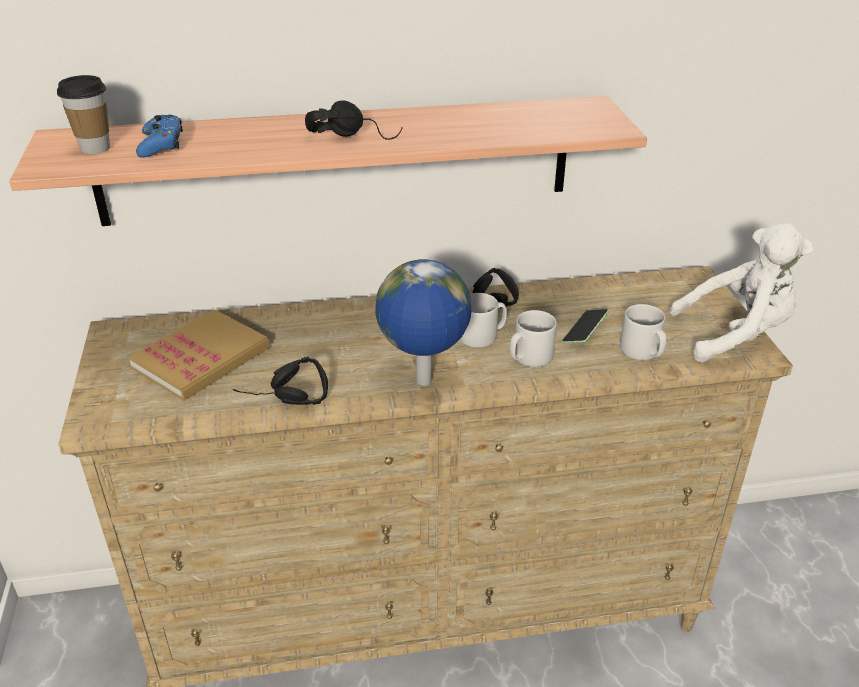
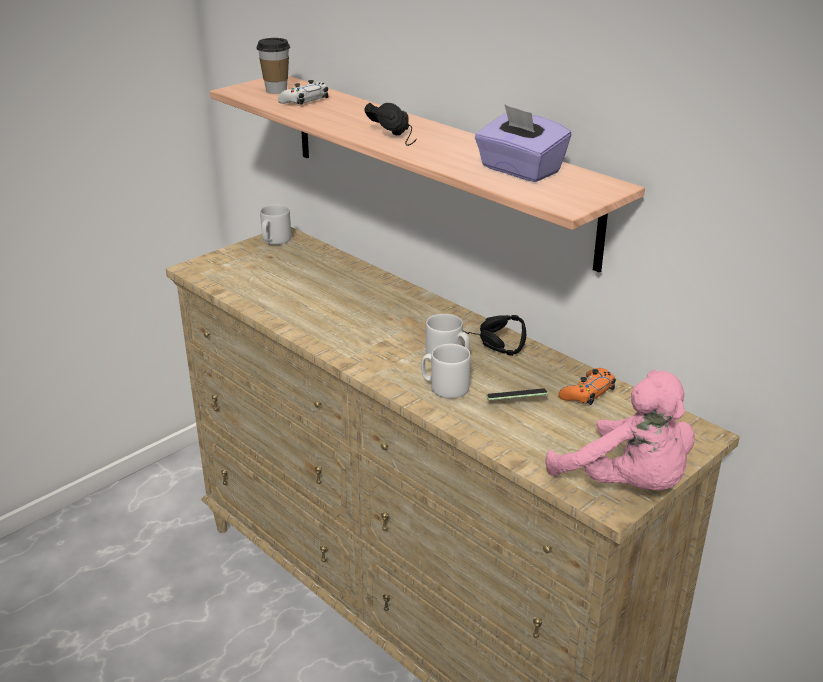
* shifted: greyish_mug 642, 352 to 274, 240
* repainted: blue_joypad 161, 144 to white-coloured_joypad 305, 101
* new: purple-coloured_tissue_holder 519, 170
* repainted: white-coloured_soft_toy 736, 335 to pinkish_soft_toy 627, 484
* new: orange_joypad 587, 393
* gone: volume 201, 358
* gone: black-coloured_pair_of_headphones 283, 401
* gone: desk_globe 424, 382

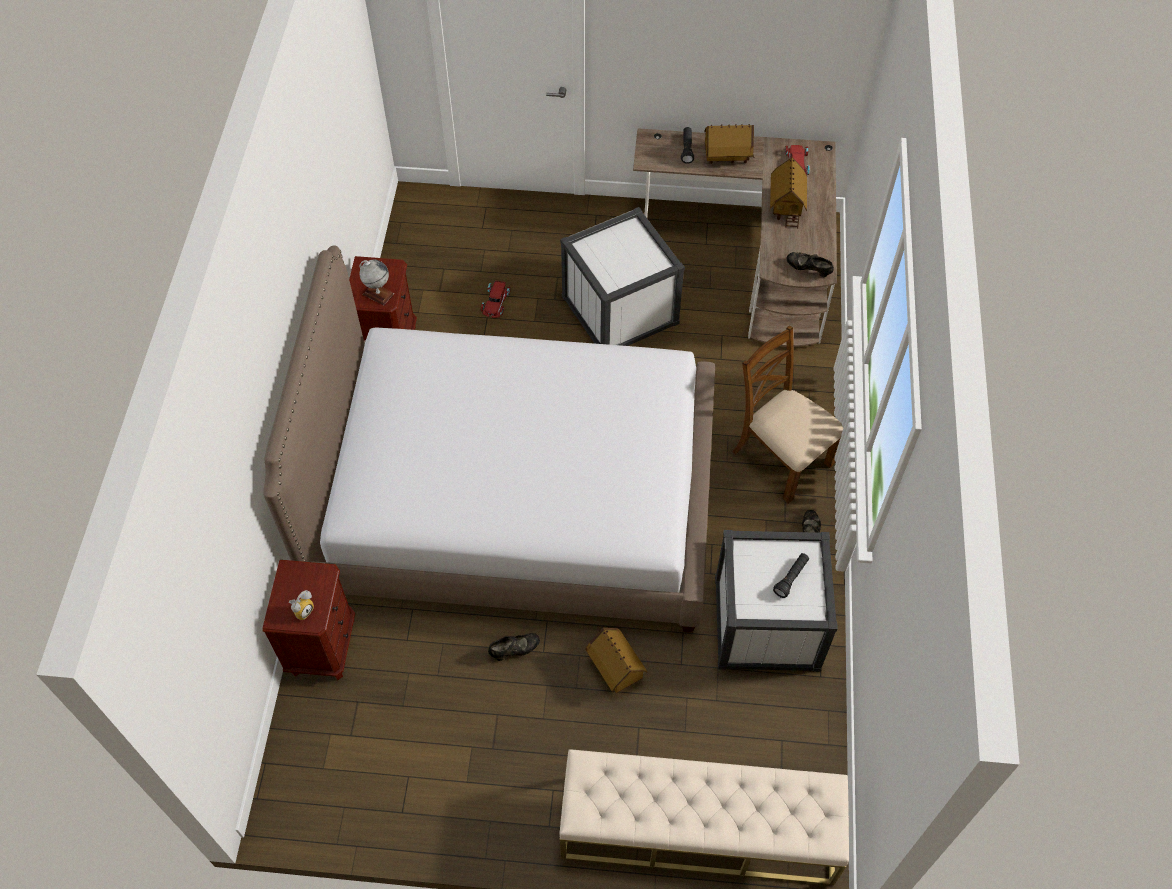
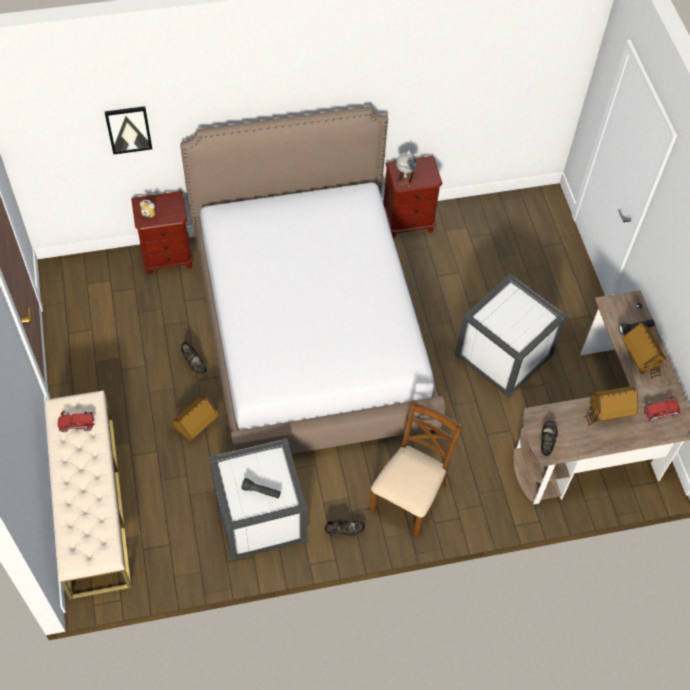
* shifted: reddish_miniature_car 495, 302 to 76, 422
* new: picture 128, 129

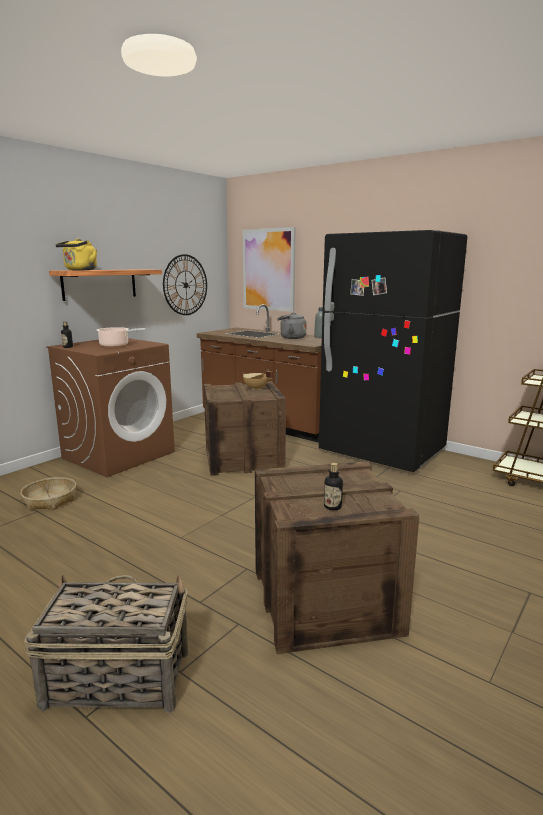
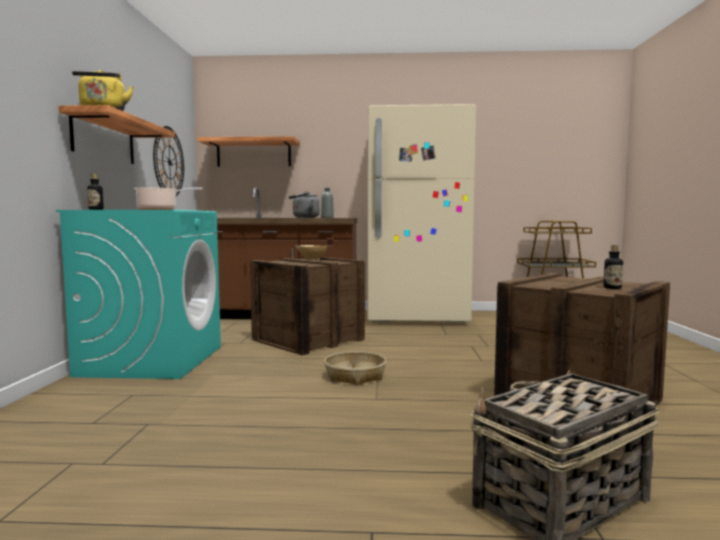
* repainted: brown_laundry_machine 119, 455 to turquoise_laundry_machine 152, 360
* swapped: picture 268, 269 to bracket_shelf 253, 153
* shifted: household_basket 50, 500 to 355, 376
* repainted: black-coloured_refrigerator 382, 452 to sand-coloured_refrigerator 416, 318

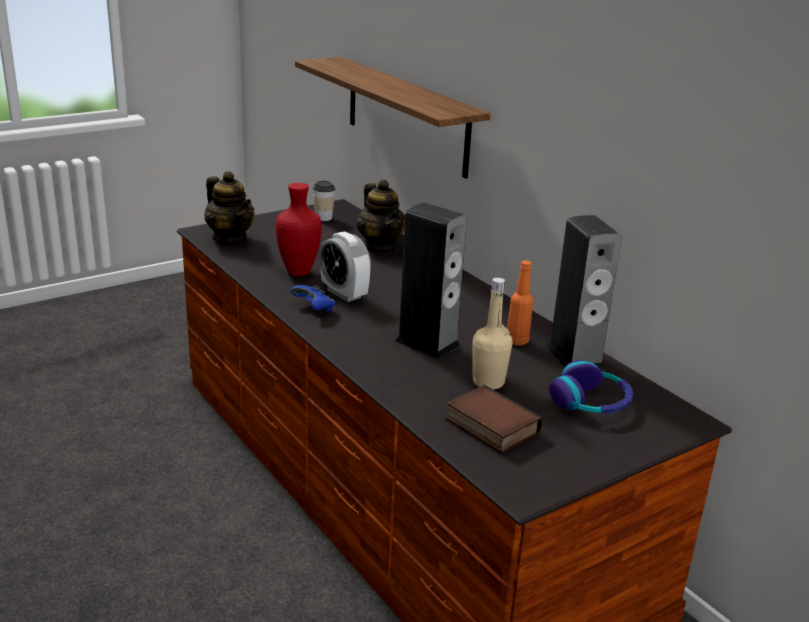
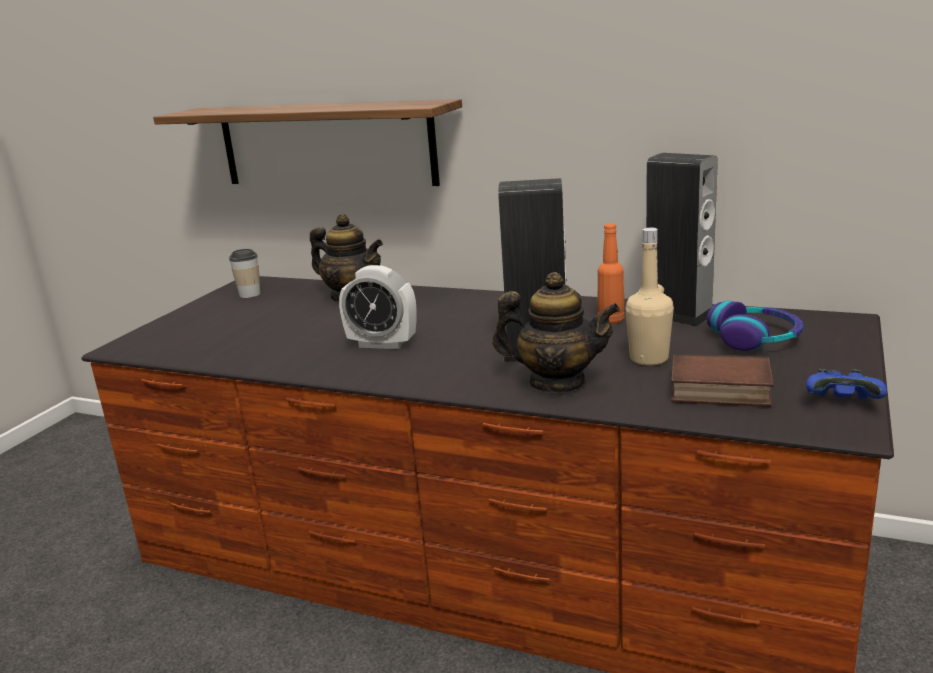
* shifted: pot_for_tea 230, 239 to 557, 382
* shifted: blue_joypad 314, 309 to 843, 403
* gone: reddish_decorative_vase 299, 273

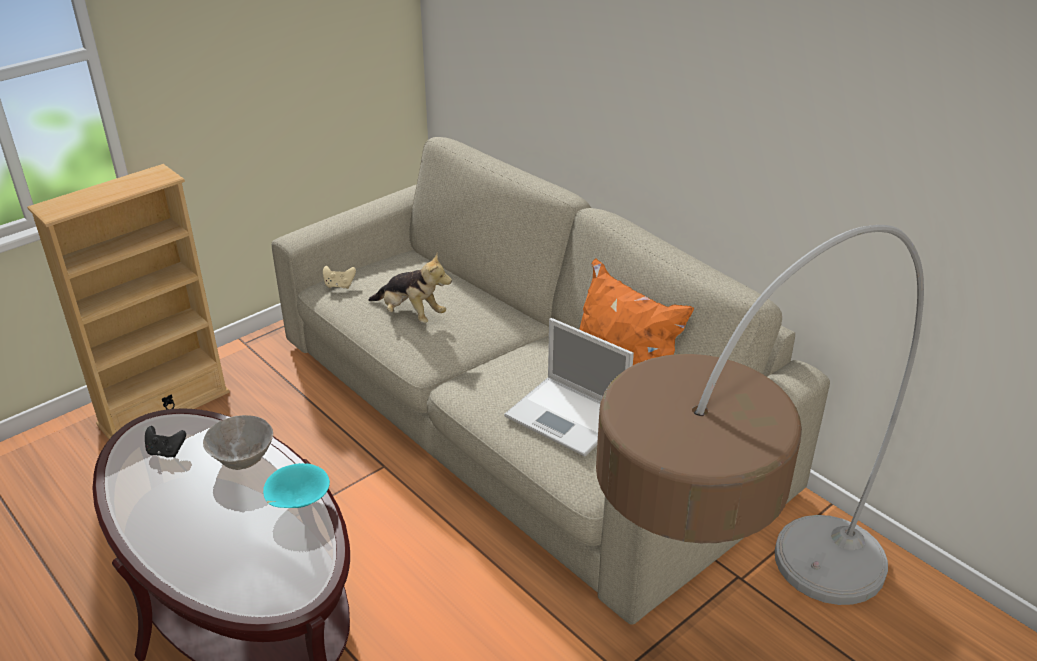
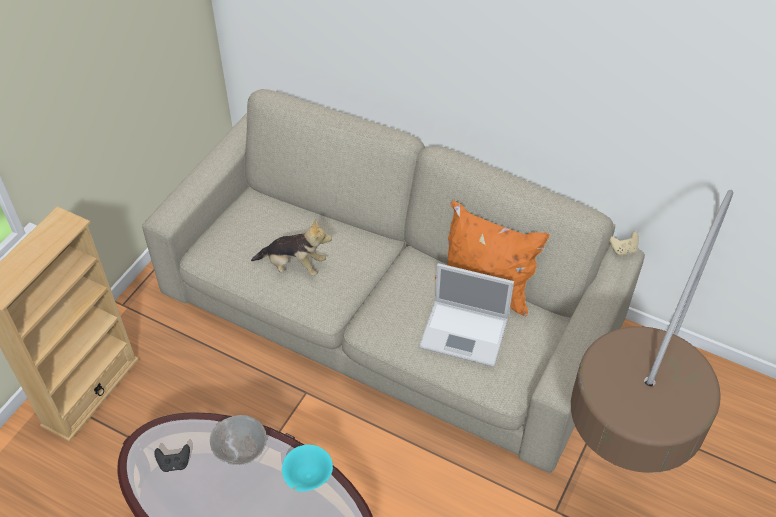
* shifted: sand-coloured_joypad 339, 285 to 623, 250

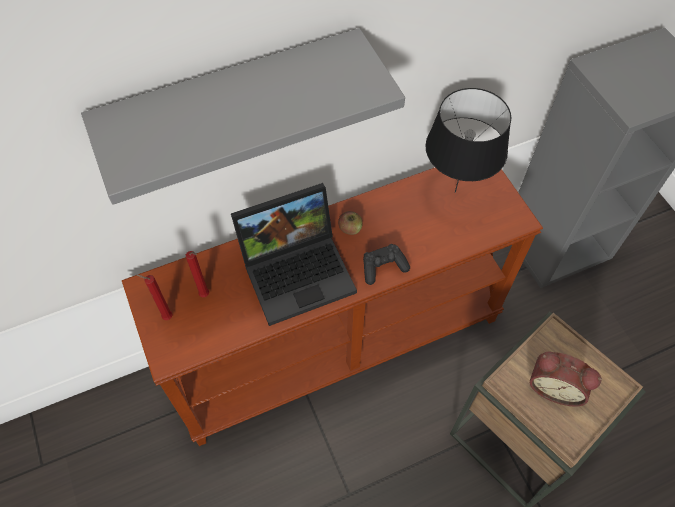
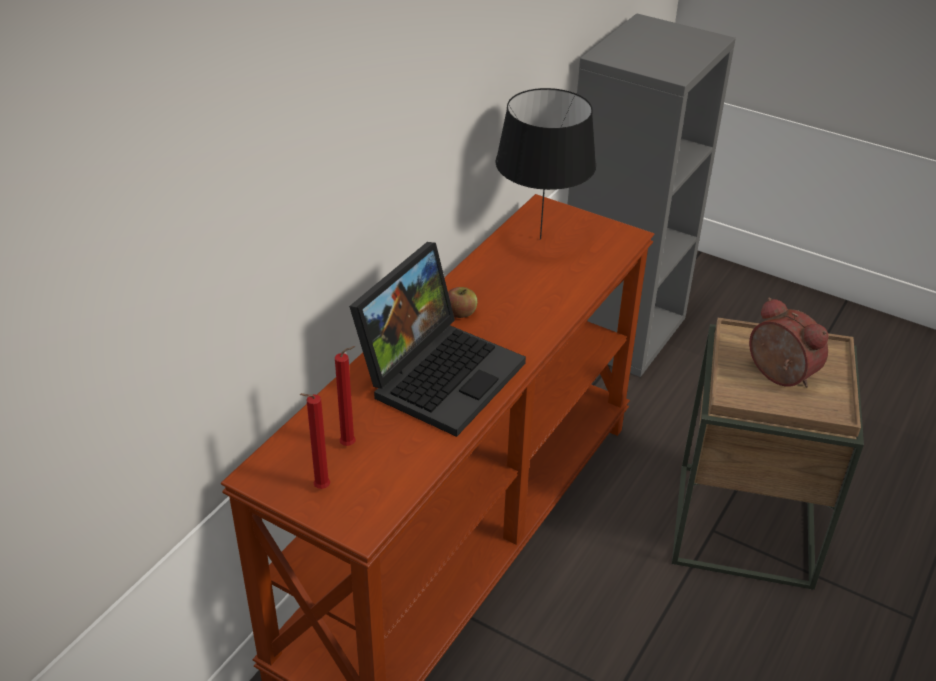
* rotated: alarm_clock 555, 386 = 778, 376 120 degrees counterclockwise
* gone: greyish_bracket_shelf 232, 101
* gone: black-coloured_joypad 383, 267

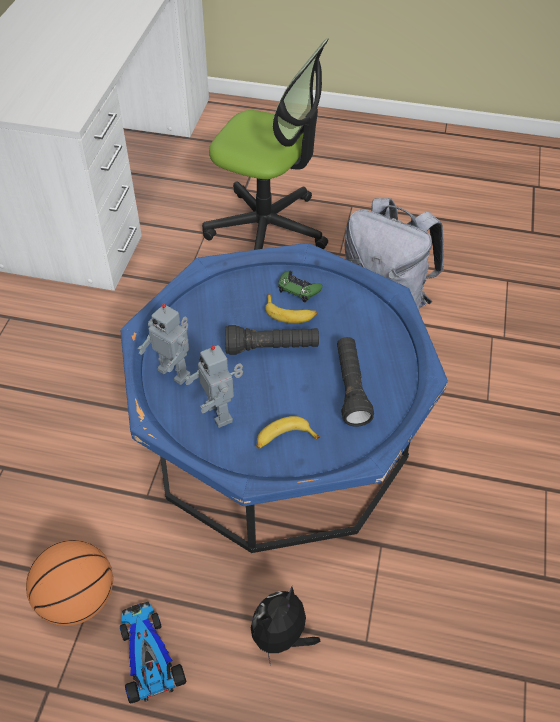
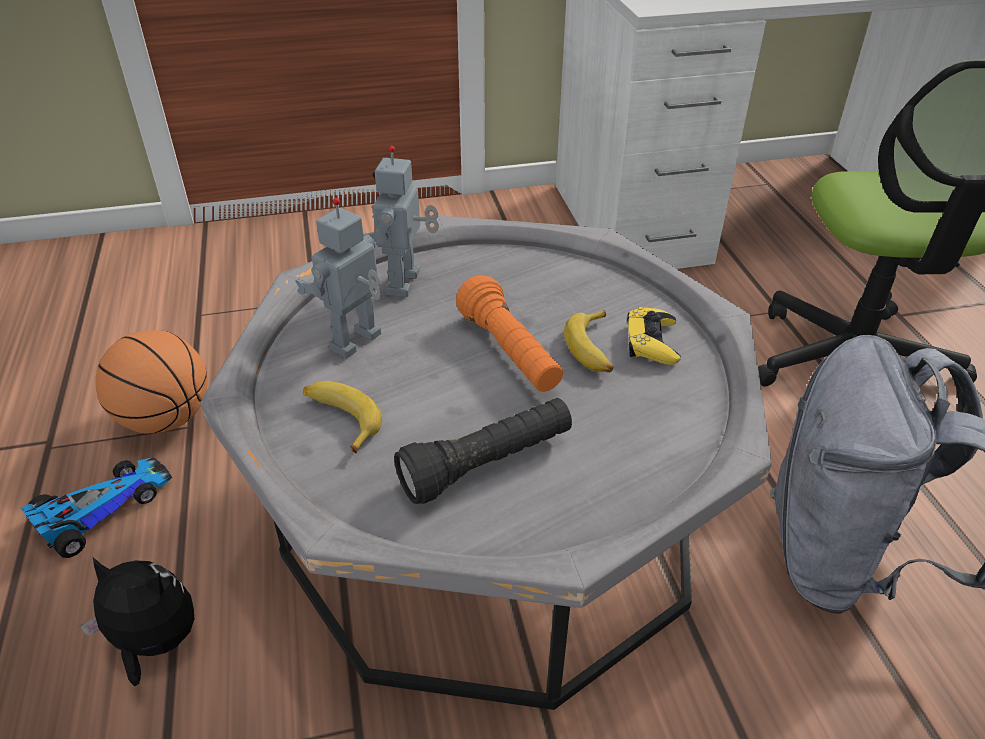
* repainted: blue_low_table 279, 436 to greyish_low_table 492, 515
* repainted: black-coloured_flashlight 272, 348 to orange_flashlight 510, 352
* repainted: green_joypad 298, 289 to yellow_joypad 651, 342

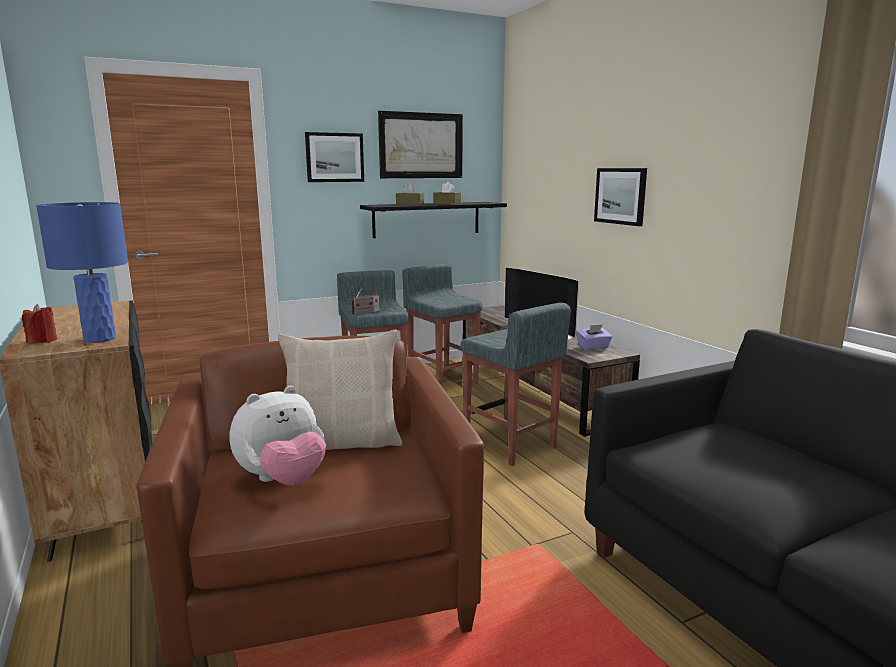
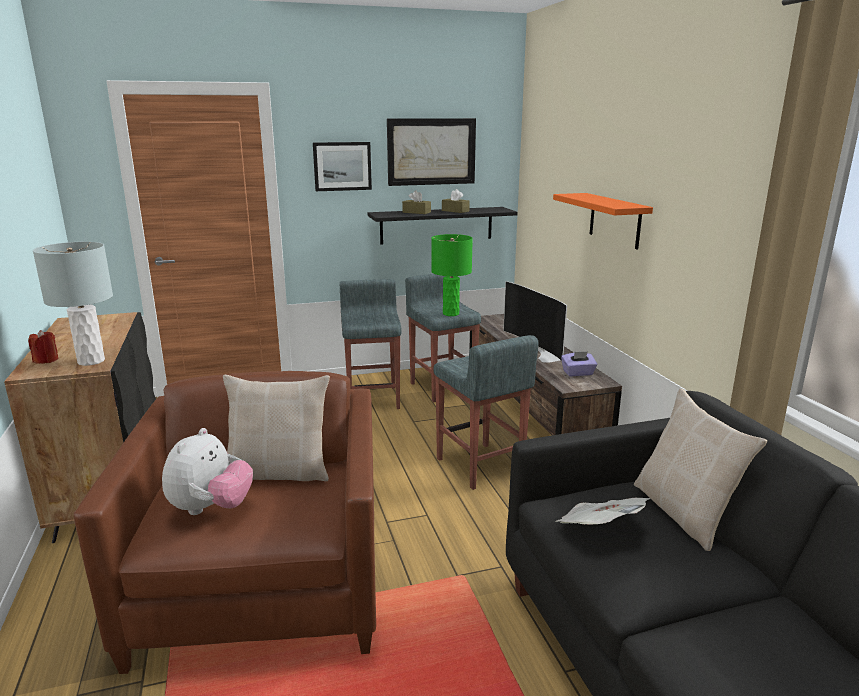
* repainted: blue_table_lamp 100, 339 to greyish_table_lamp 91, 361
* rotated: soft_toy 283, 480 = 211, 508 45 degrees counterclockwise
* new: green_table_lamp 451, 314
* swapped: picture 620, 196 to orange_bracket_shelf 615, 220
* new: newspaper 599, 530
* new: sand-coloured_throw_pillow 684, 513
* gone: radio_receiver 365, 313

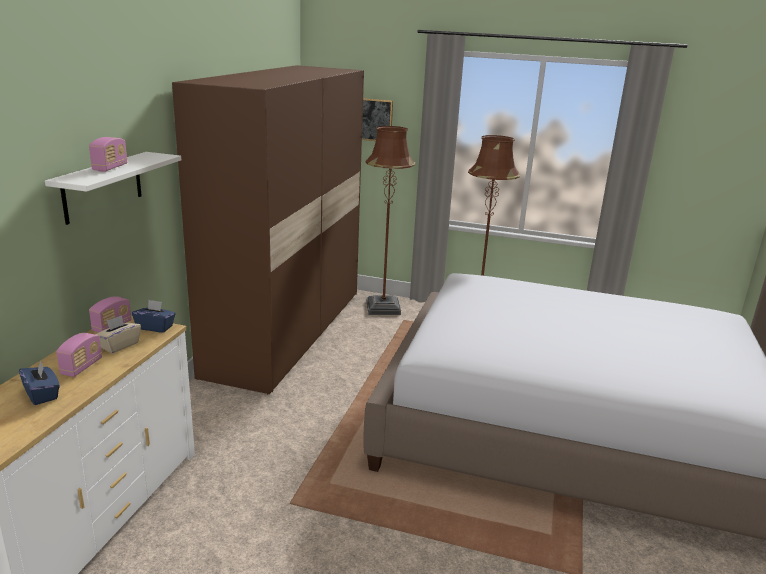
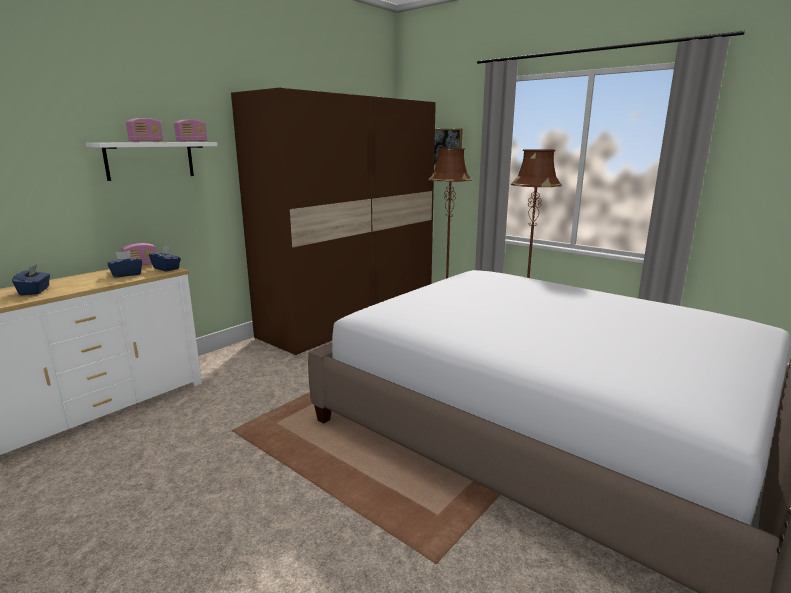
* repainted: sand-coloured_tissue_holder 119, 345 to blue_tissue_holder 126, 274
* shifted: radio_receiver 82, 367 to 192, 142

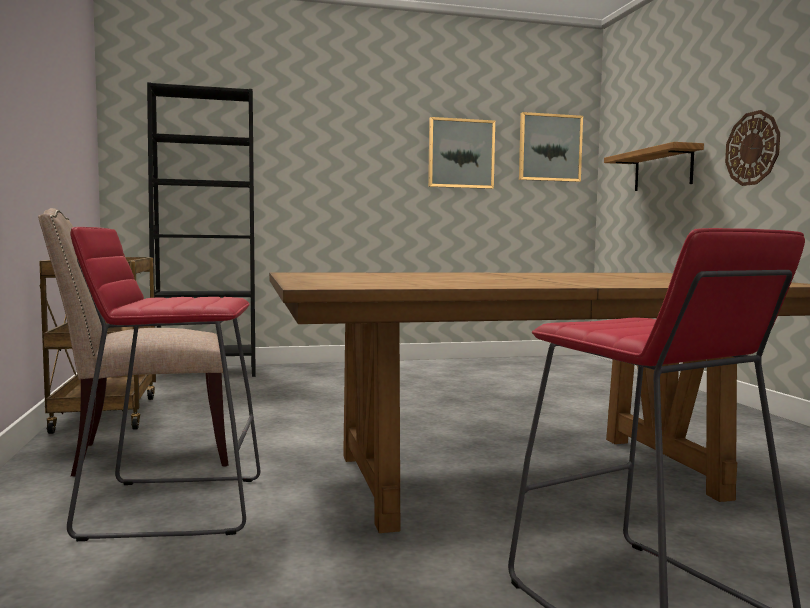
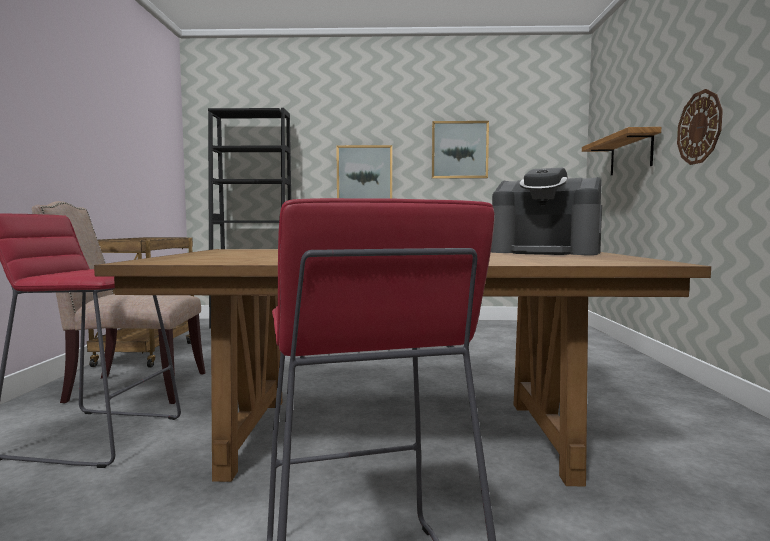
* shifted: picture 549, 148 to 364, 174
* new: coffee_maker 545, 252

